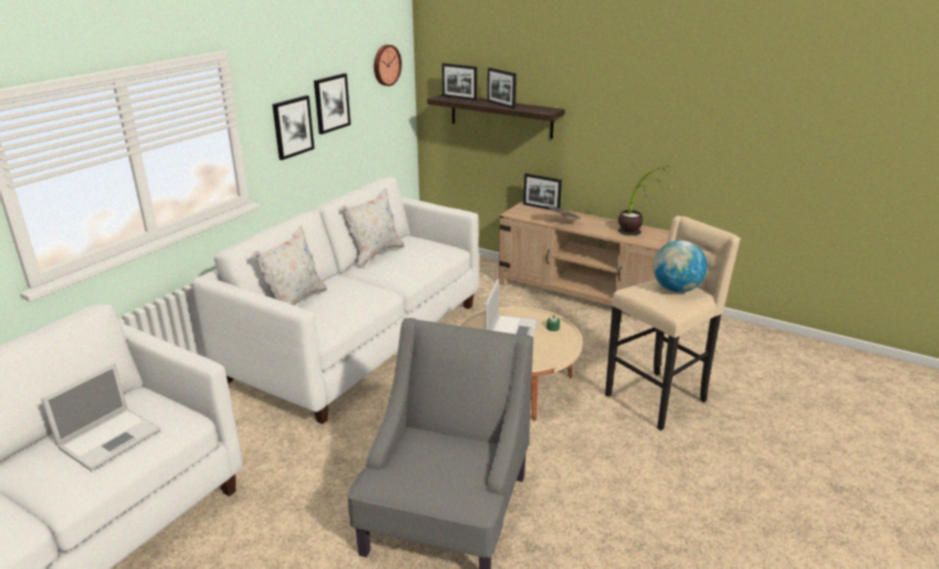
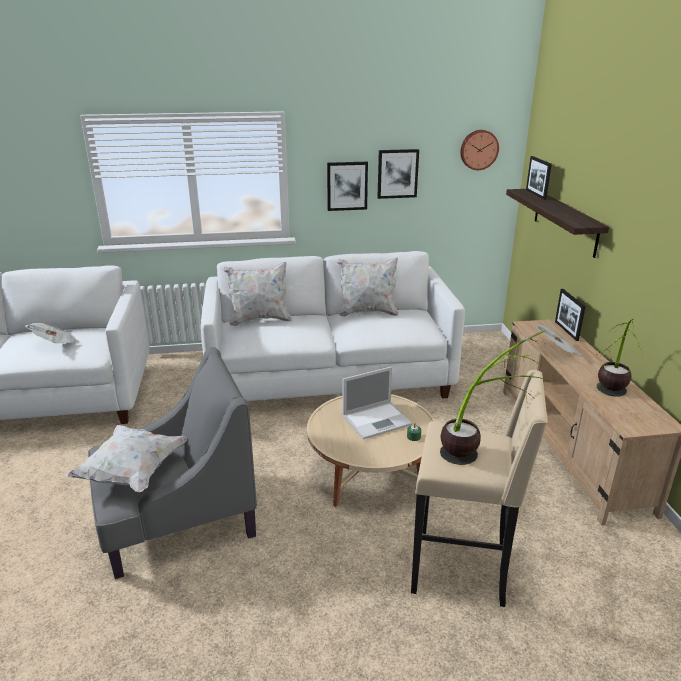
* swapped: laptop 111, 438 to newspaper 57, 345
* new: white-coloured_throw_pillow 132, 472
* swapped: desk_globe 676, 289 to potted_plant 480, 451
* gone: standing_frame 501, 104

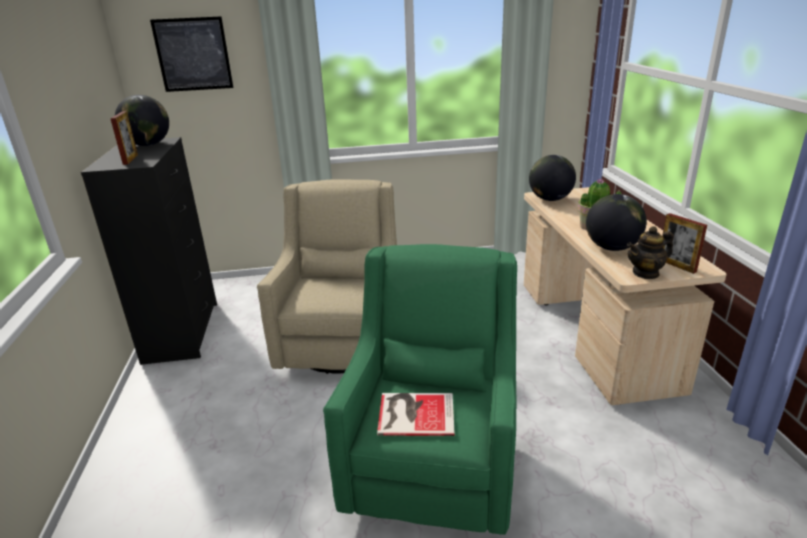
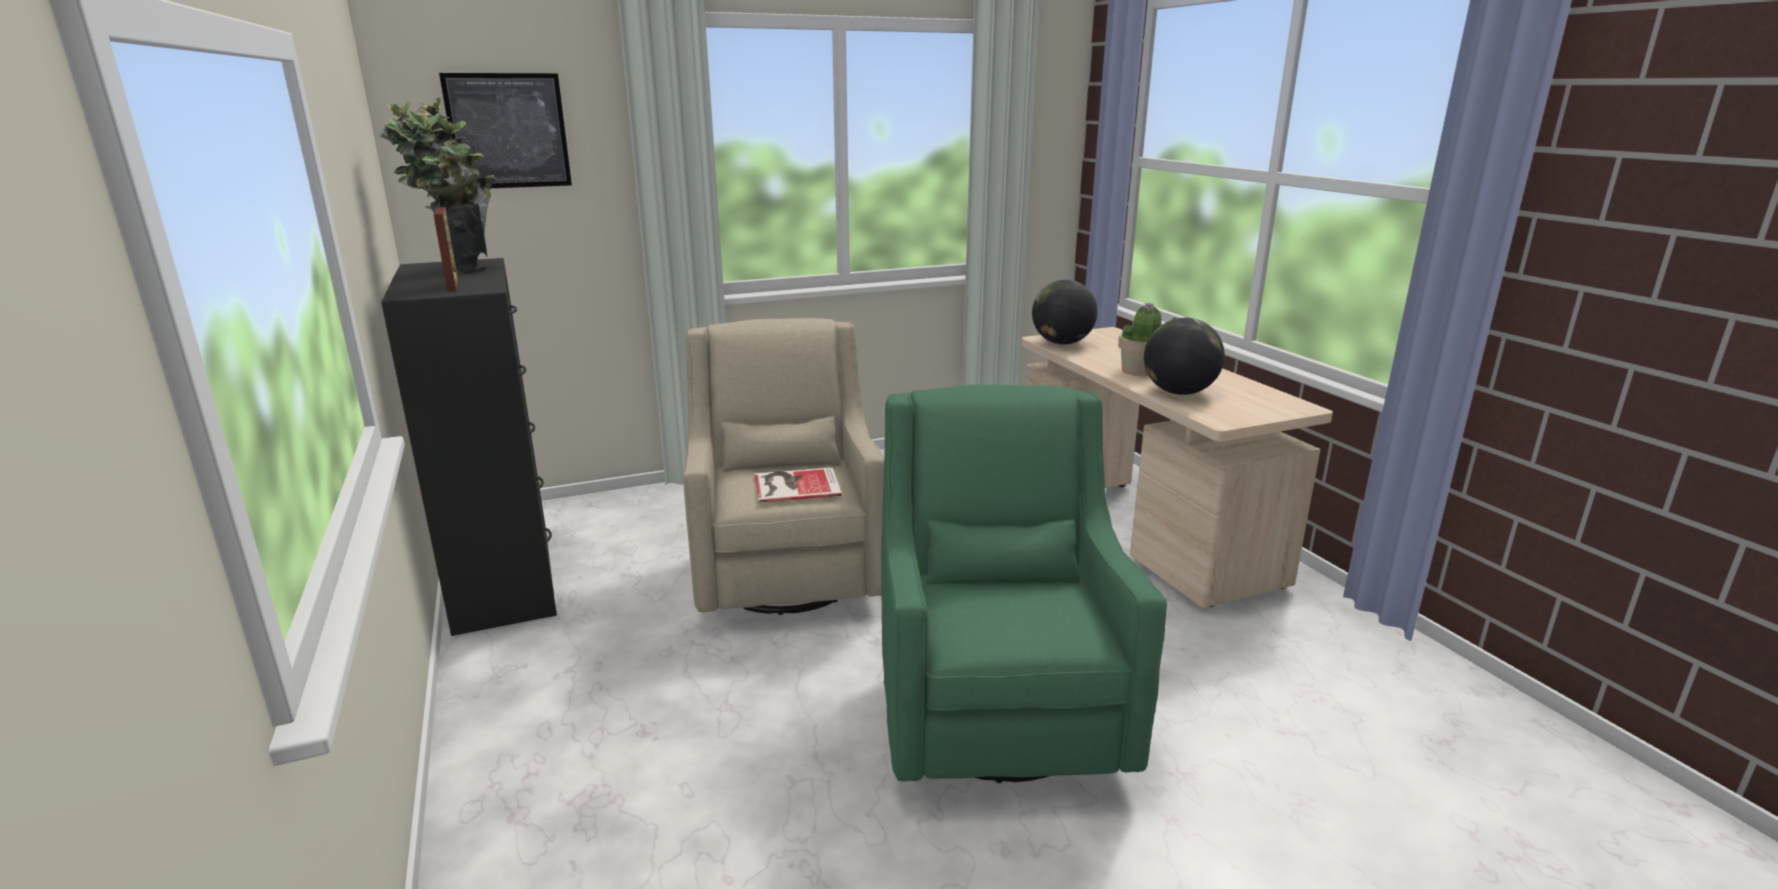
* swapped: desk_globe 148, 145 to potted_plant 459, 267
* shifted: volume 414, 413 to 794, 485
* gone: pot_for_tea 646, 273
* gone: standing_frame 676, 265

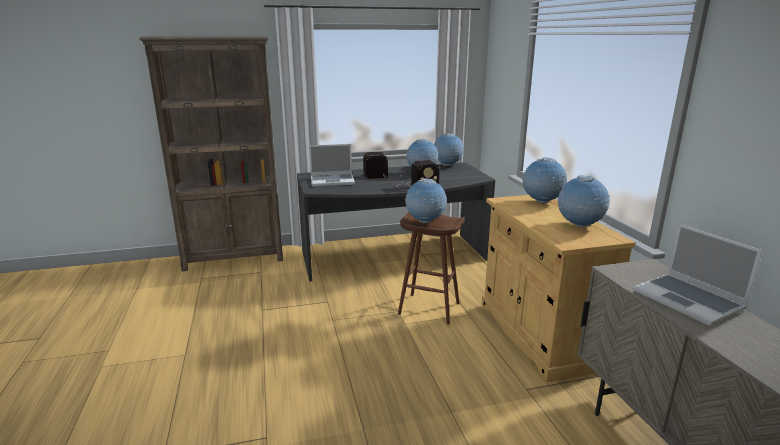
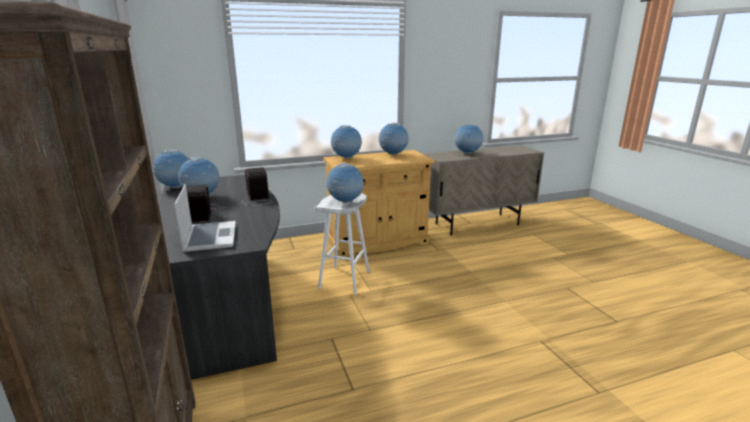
* repainted: brown_sitting_stool 428, 308 to white-coloured_sitting_stool 345, 280
* swapped: laptop 689, 300 to desk_globe 467, 153

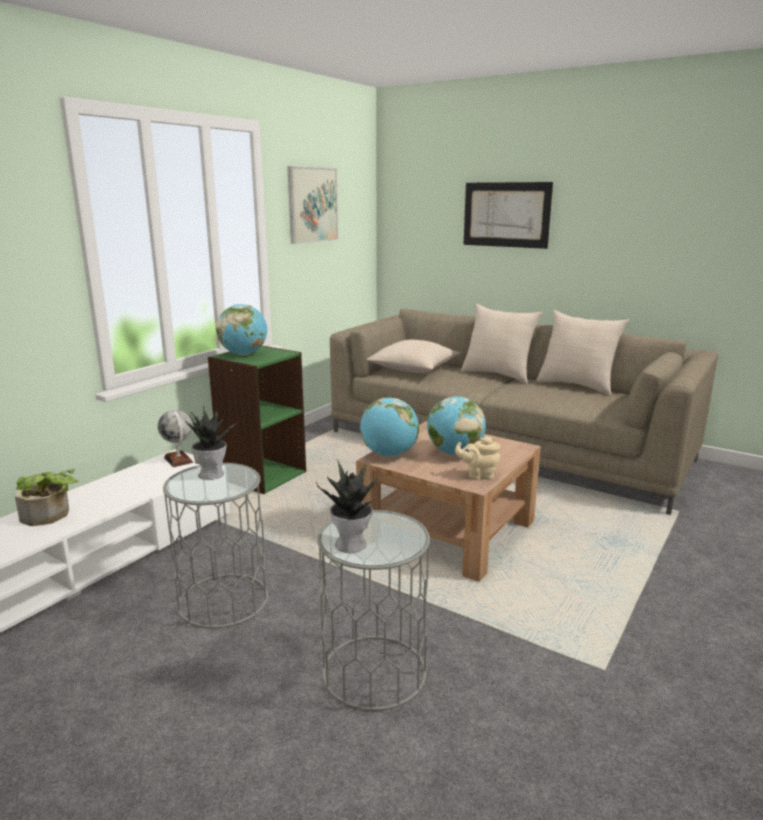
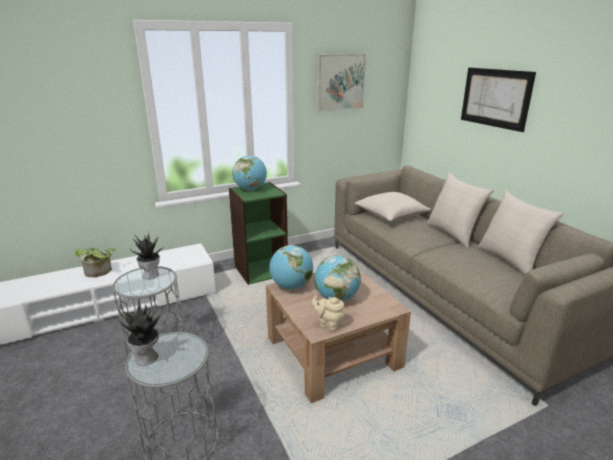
* gone: desk_globe 178, 460

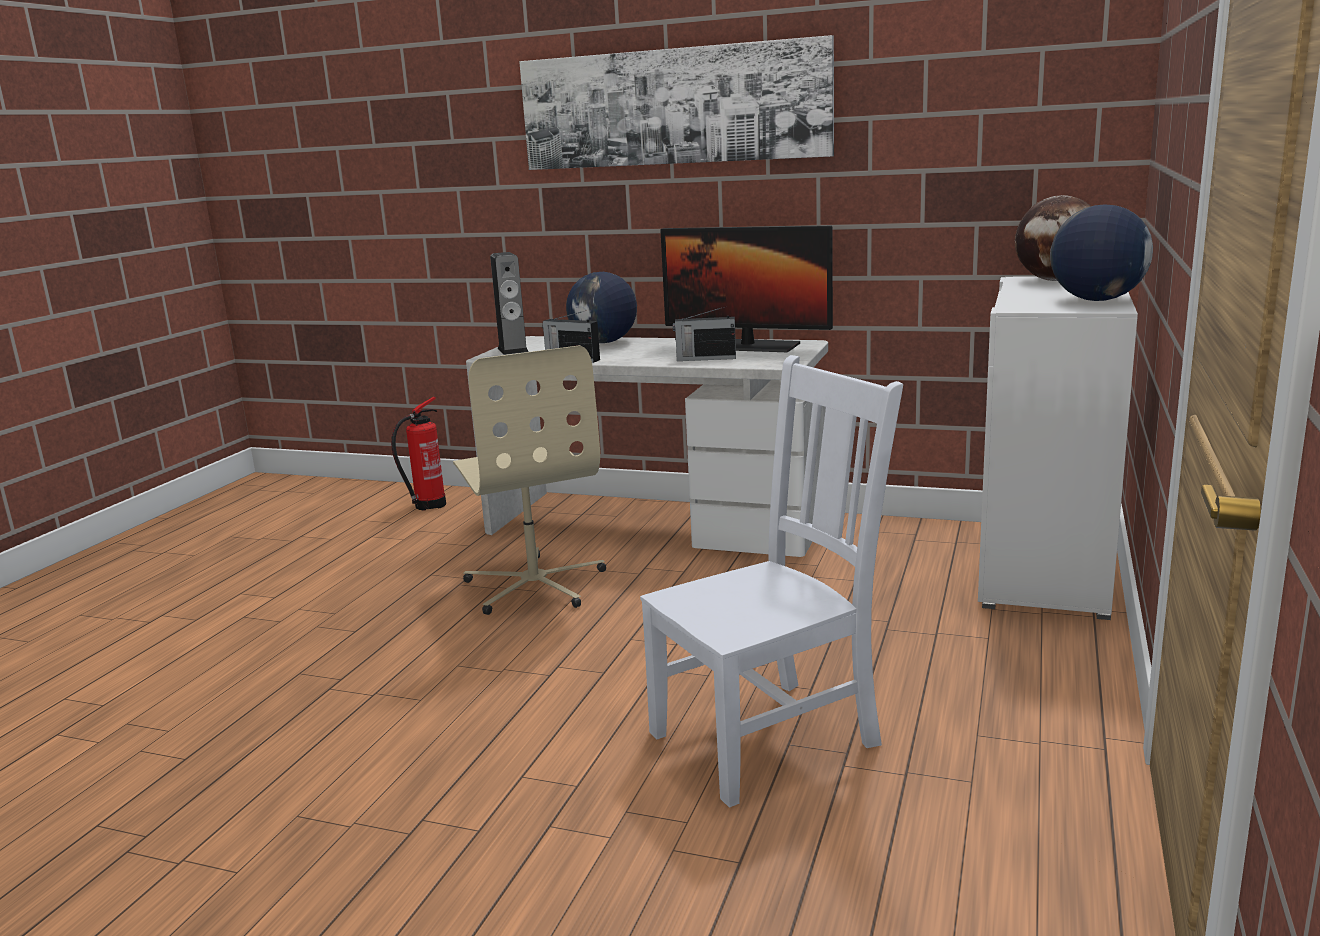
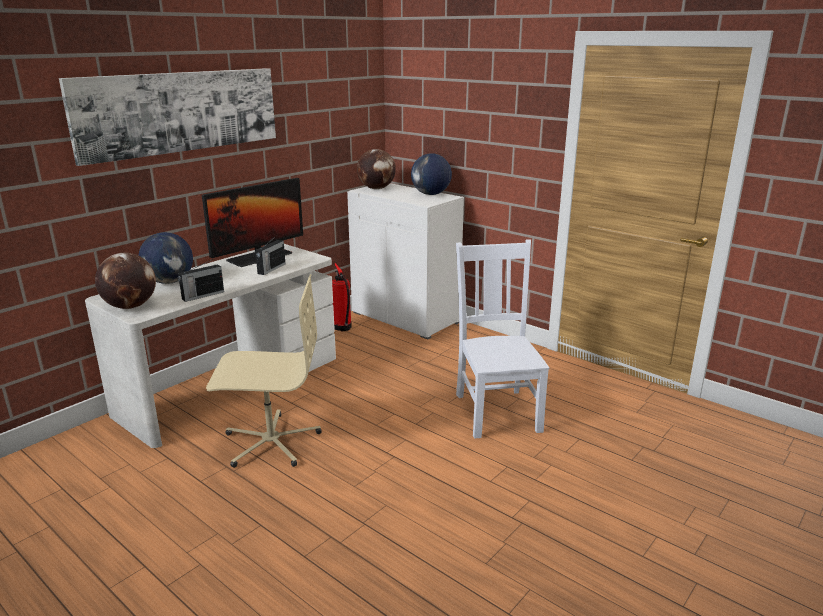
* swapped: audio_speaker 512, 350 to desk_globe 130, 306
* shifted: extinguisher 427, 506 to 342, 328

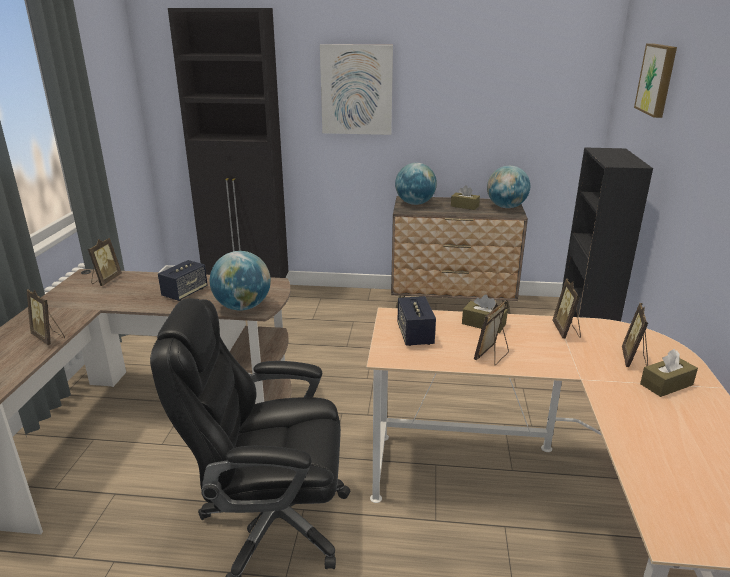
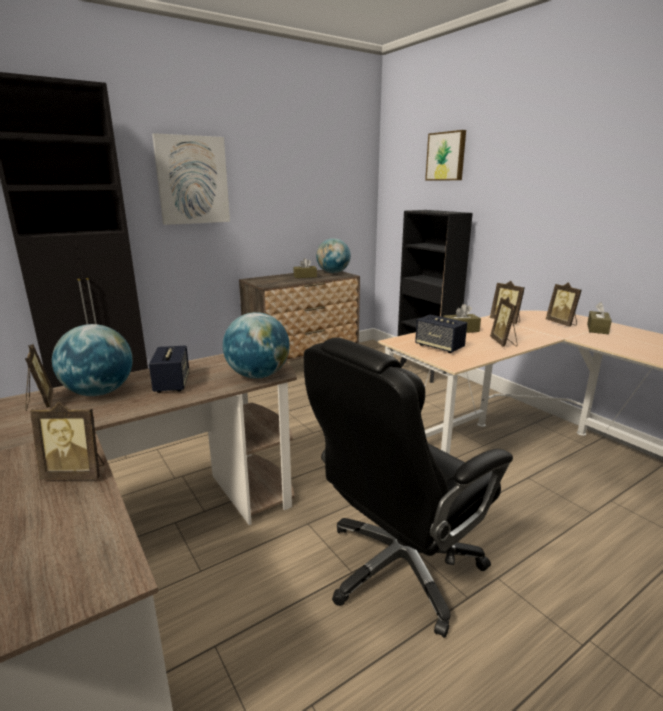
* shifted: desk_globe 415, 203 to 99, 392

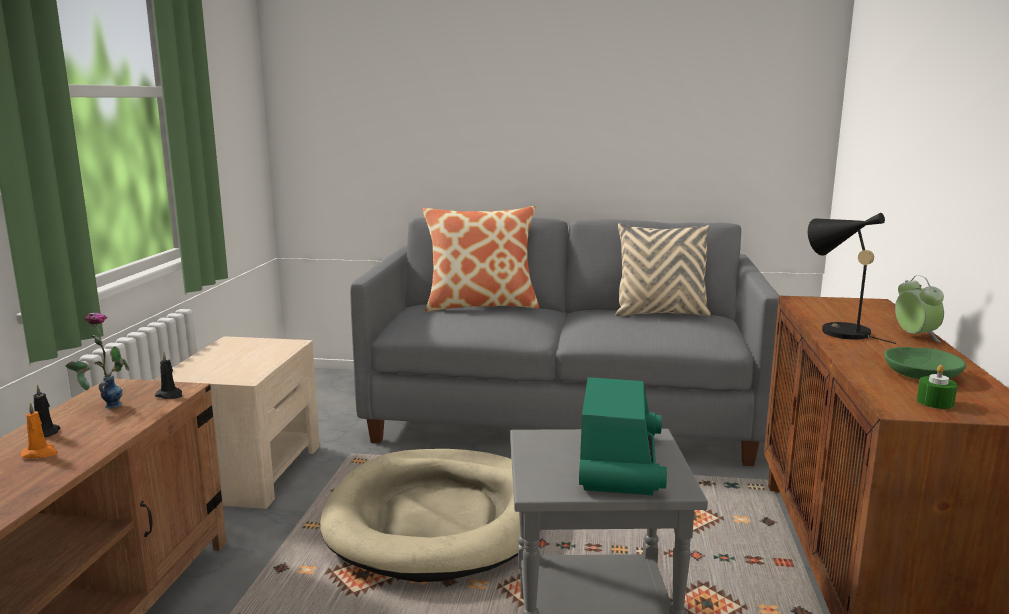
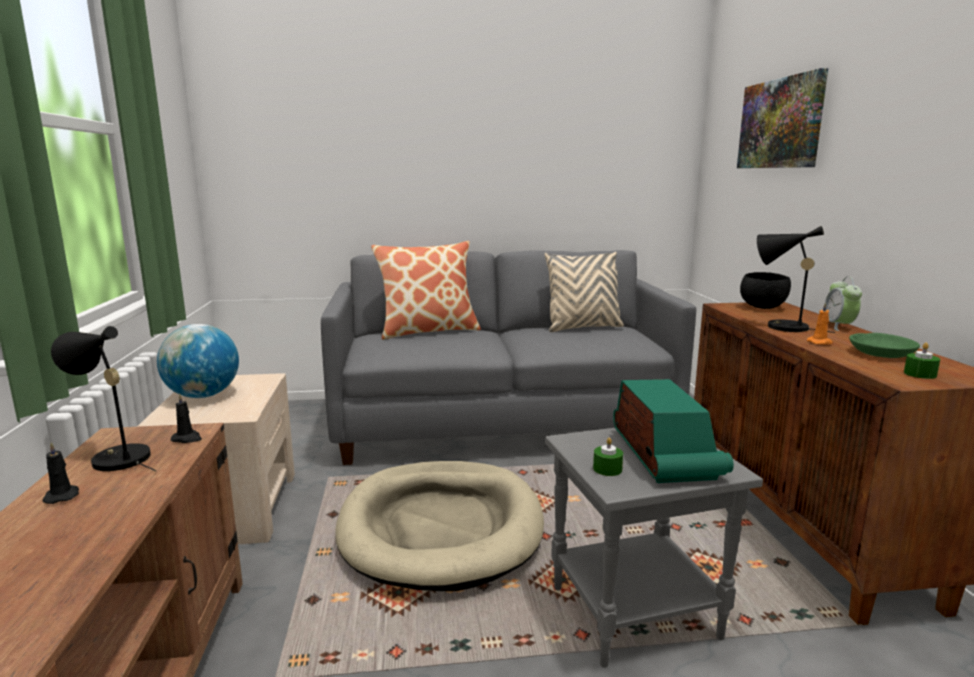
* swapped: decorative_vase 103, 405 to black-coloured_table_lamp 115, 458
* new: desk_globe 203, 395
* new: green_candle 607, 469
* new: picture 780, 124
* new: black-coloured_bowl 763, 307
* shifted: orange_candle 40, 453 to 820, 342
* rotated: alarm_clock 915, 336 = 838, 326 150 degrees counterclockwise

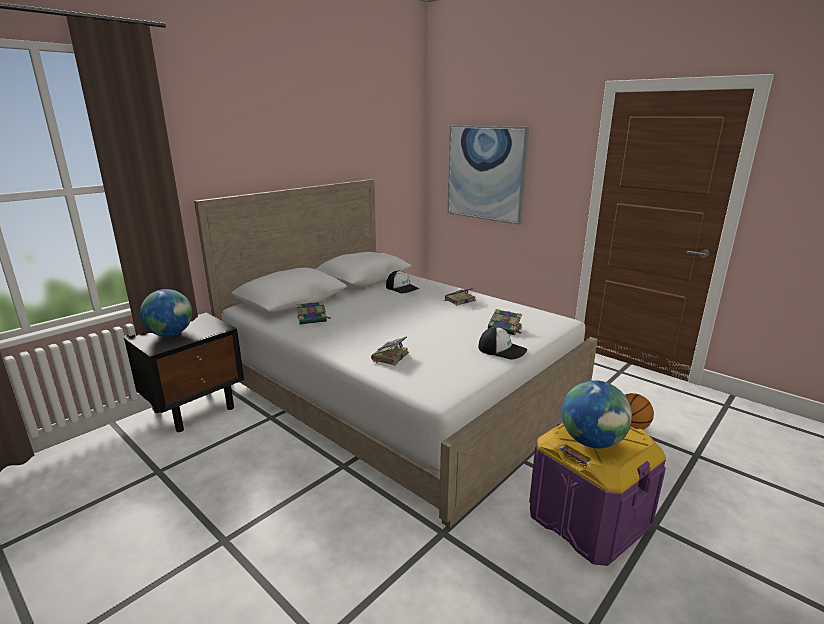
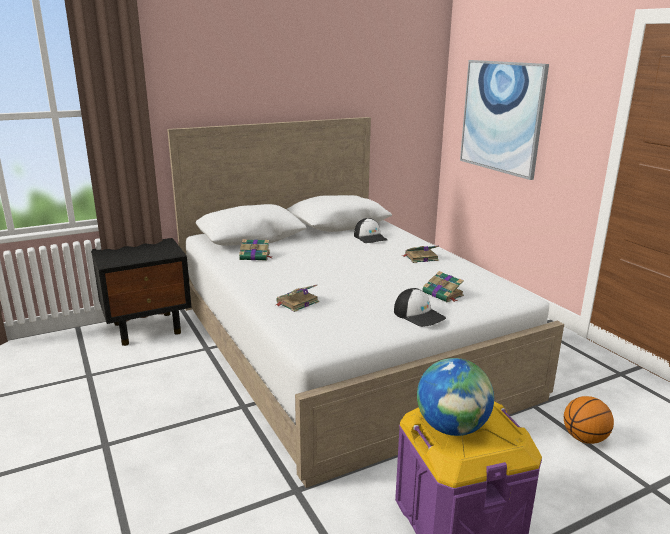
* gone: desk_globe 170, 334

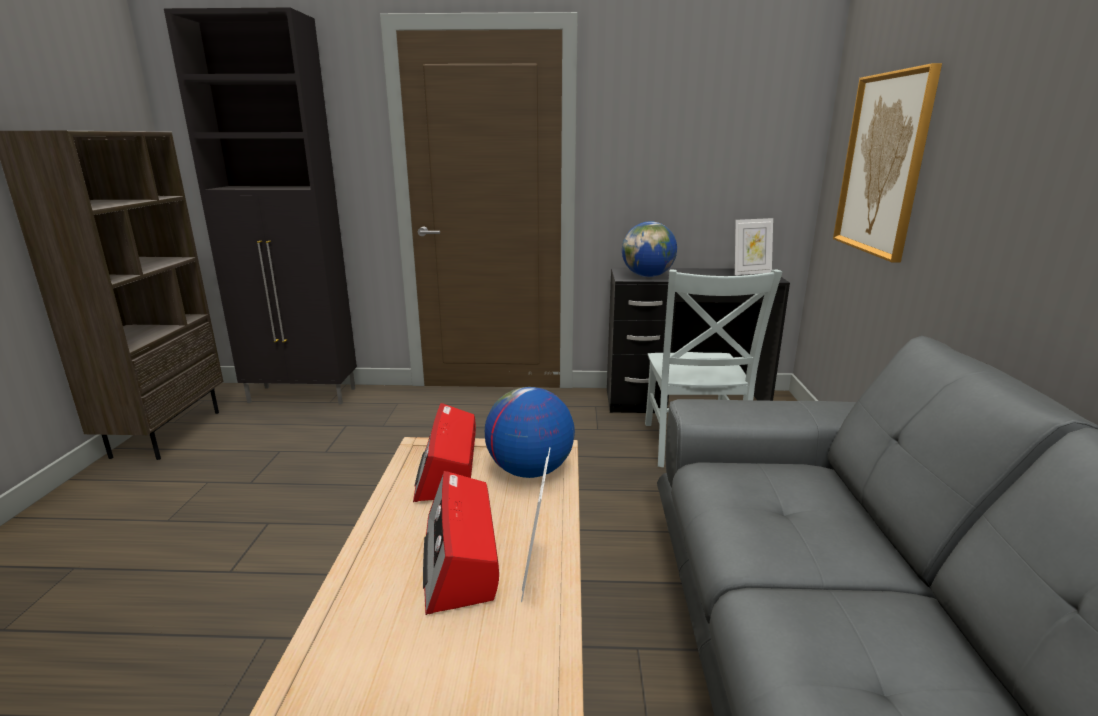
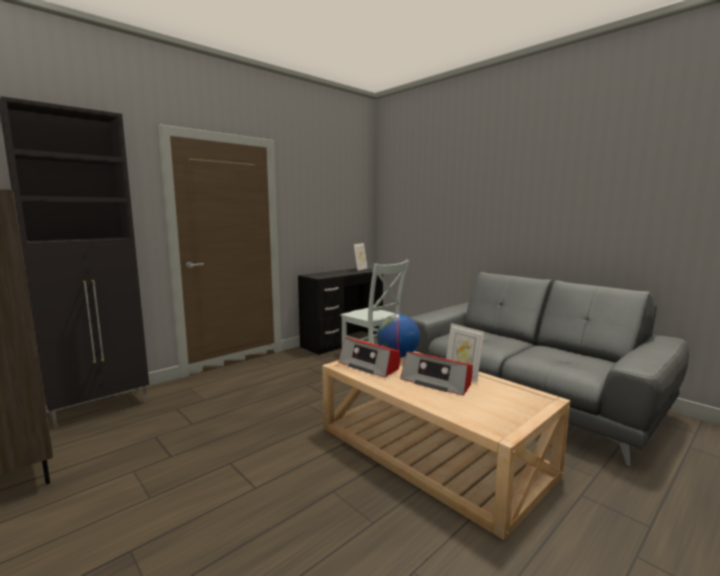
* gone: desk_globe 648, 276
* gone: picture 883, 164

